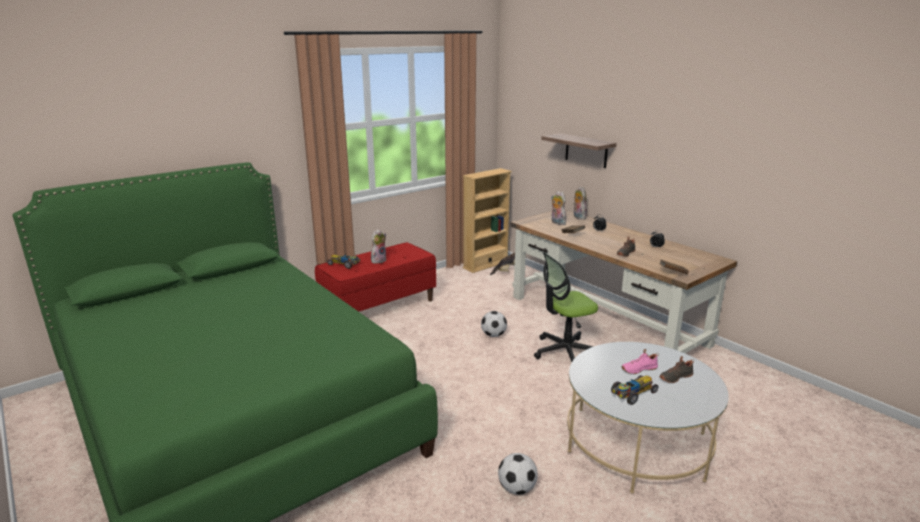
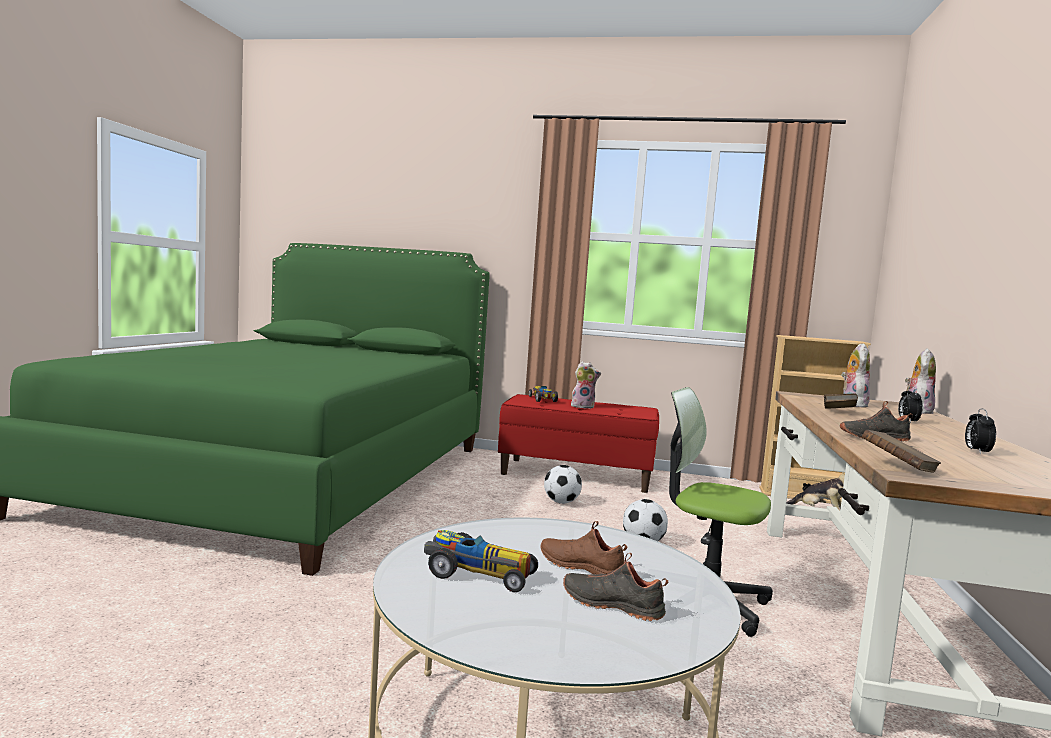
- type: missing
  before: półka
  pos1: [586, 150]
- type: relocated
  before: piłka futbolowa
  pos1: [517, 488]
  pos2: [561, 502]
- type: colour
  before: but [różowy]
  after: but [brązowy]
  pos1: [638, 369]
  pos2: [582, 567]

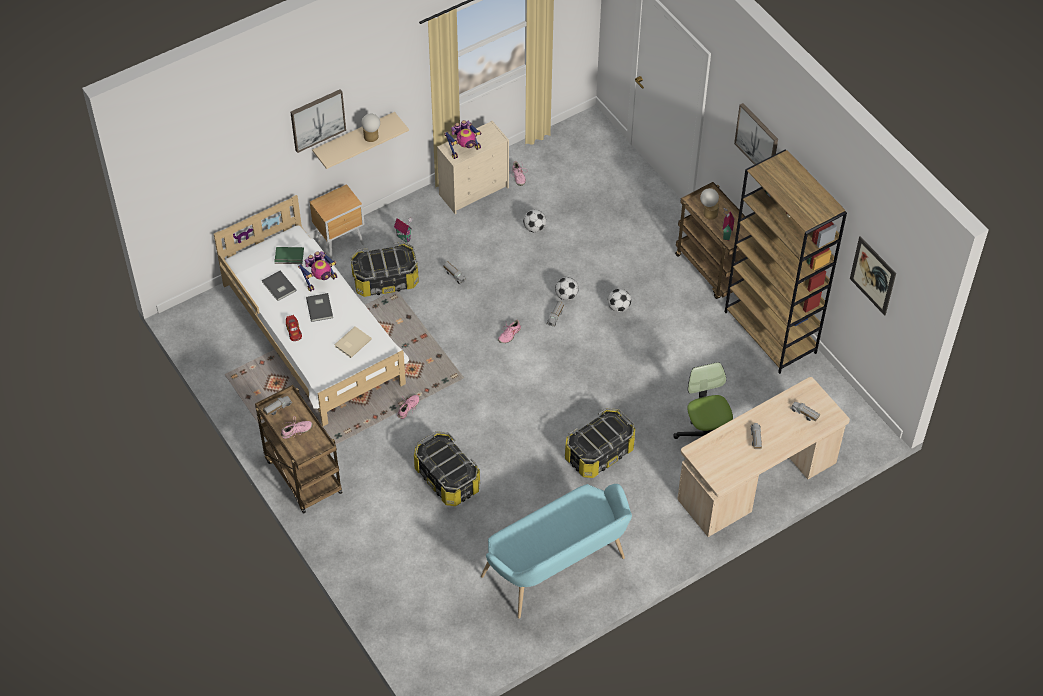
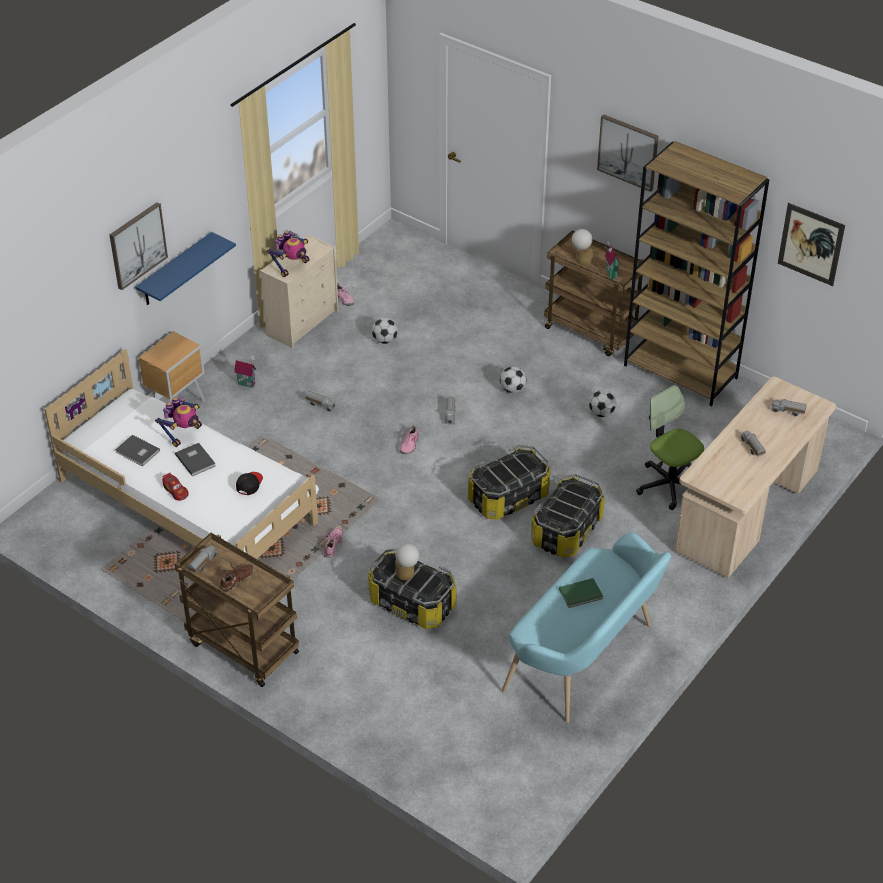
- type: relocated
  before: książka [zielony]
  pos1: [289, 257]
  pos2: [581, 595]
- type: relocated
  before: pojemnik do przechowywania
  pos1: [385, 280]
  pos2: [508, 497]
- type: relocated
  before: lampa stołowa
  pos1: [371, 138]
  pos2: [406, 575]
- type: relocated
  before: piłka futbolowa
  pos1: [566, 295]
  pos2: [601, 413]
- type: exchanged
  before: książka [beżowy]
  after: czapka z daszkiem [czarny]
  pos1: [352, 343]
  pos2: [249, 484]
- type: colour
  before: but [różowy]
  after: but [brązowy]
  pos1: [296, 431]
  pos2: [237, 580]
- type: colour
  before: półka [beżowy]
  after: półka [niebieski]
  pos1: [354, 139]
  pos2: [175, 270]

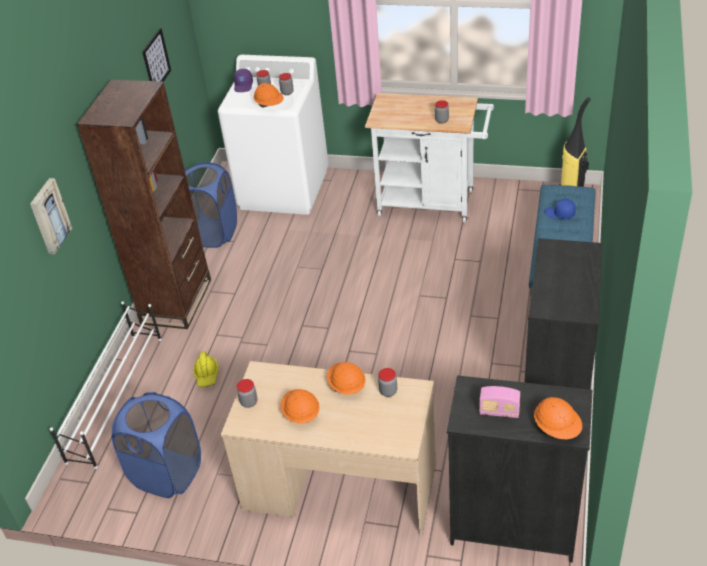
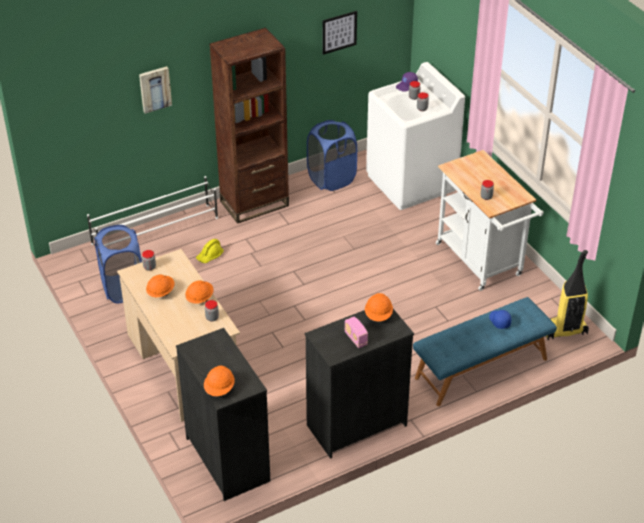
- type: relocated
  before: kask [pomarańczowy]
  pos1: [269, 105]
  pos2: [378, 315]
- type: relocated
  before: radio
  pos1: [499, 411]
  pos2: [355, 339]

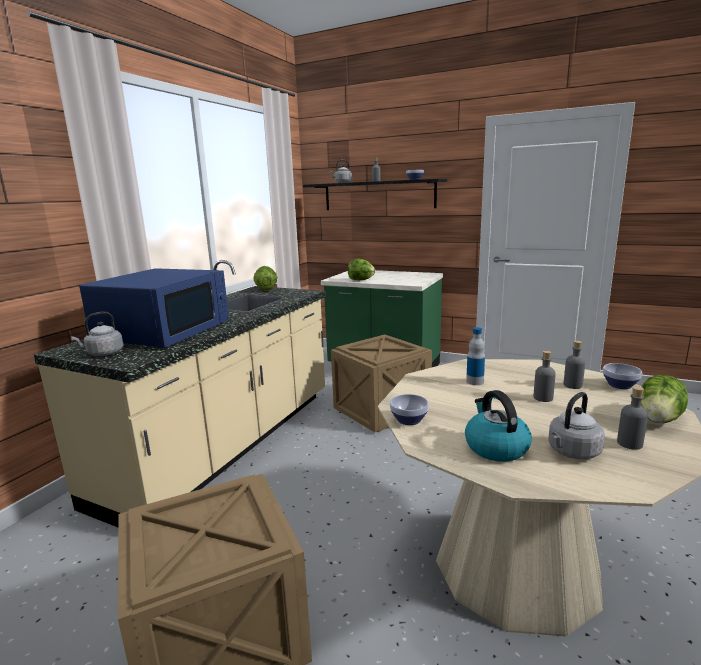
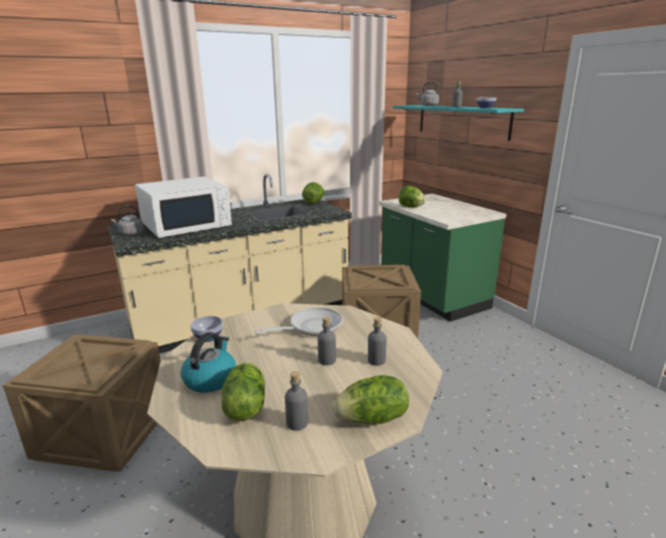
- type: missing
  before: miska
  pos1: [621, 385]
- type: exchanged
  before: butelka
  after: patelnia
  pos1: [475, 381]
  pos2: [311, 327]
- type: exchanged
  before: czajnik [szary]
  after: sałata
  pos1: [572, 452]
  pos2: [244, 407]
- type: colour
  before: mikrofalówka [niebieski]
  after: mikrofalówka [biały]
  pos1: [165, 331]
  pos2: [187, 225]
- type: colour
  before: półka [czarny]
  after: półka [turkusowy]
  pos1: [378, 195]
  pos2: [461, 121]

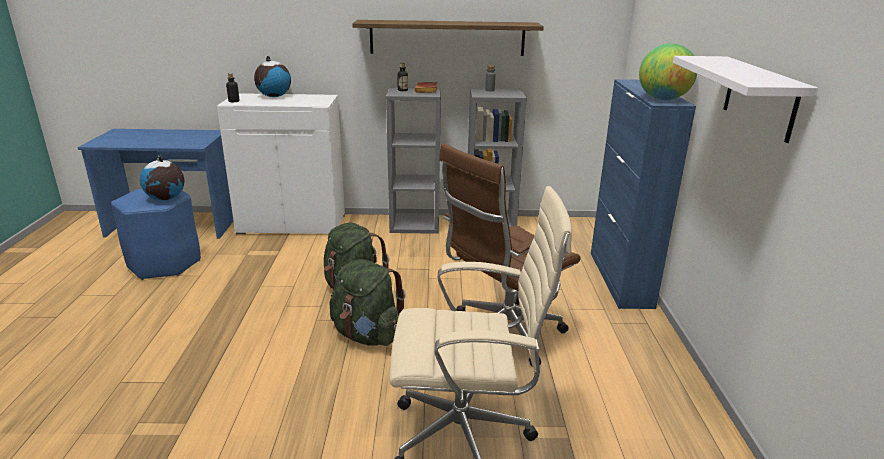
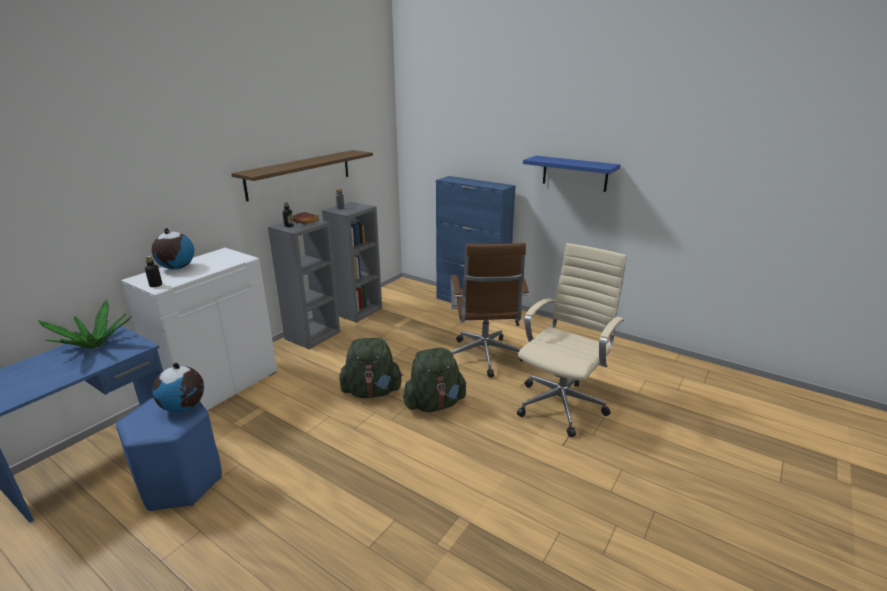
- type: missing
  before: globus
  pos1: [663, 99]
- type: appeared
  after: roślina doniczkowa
  pos2: [93, 345]
- type: colour
  before: półka [biały]
  after: półka [niebieski]
  pos1: [760, 97]
  pos2: [575, 173]

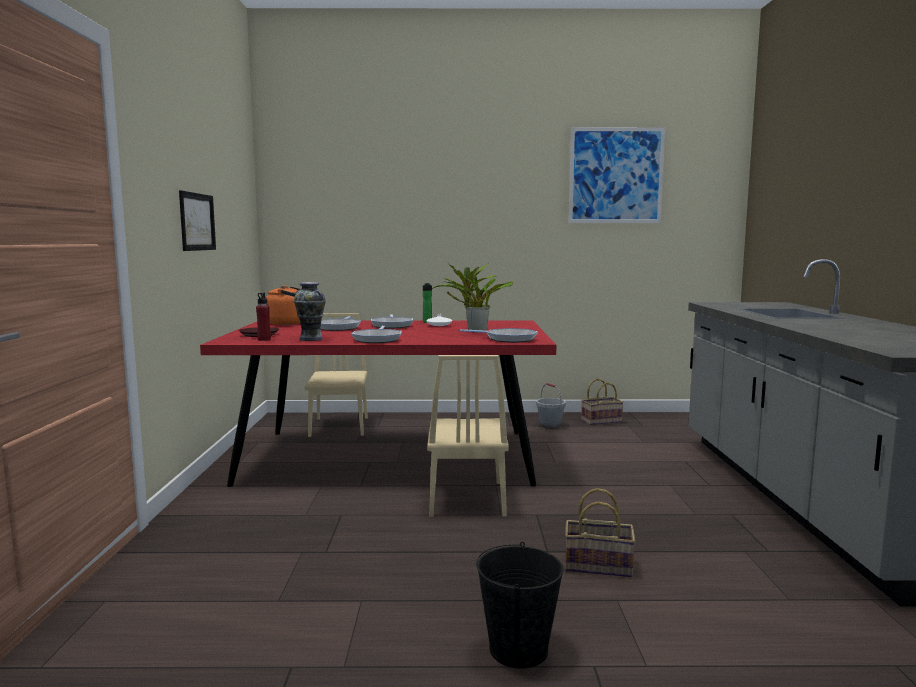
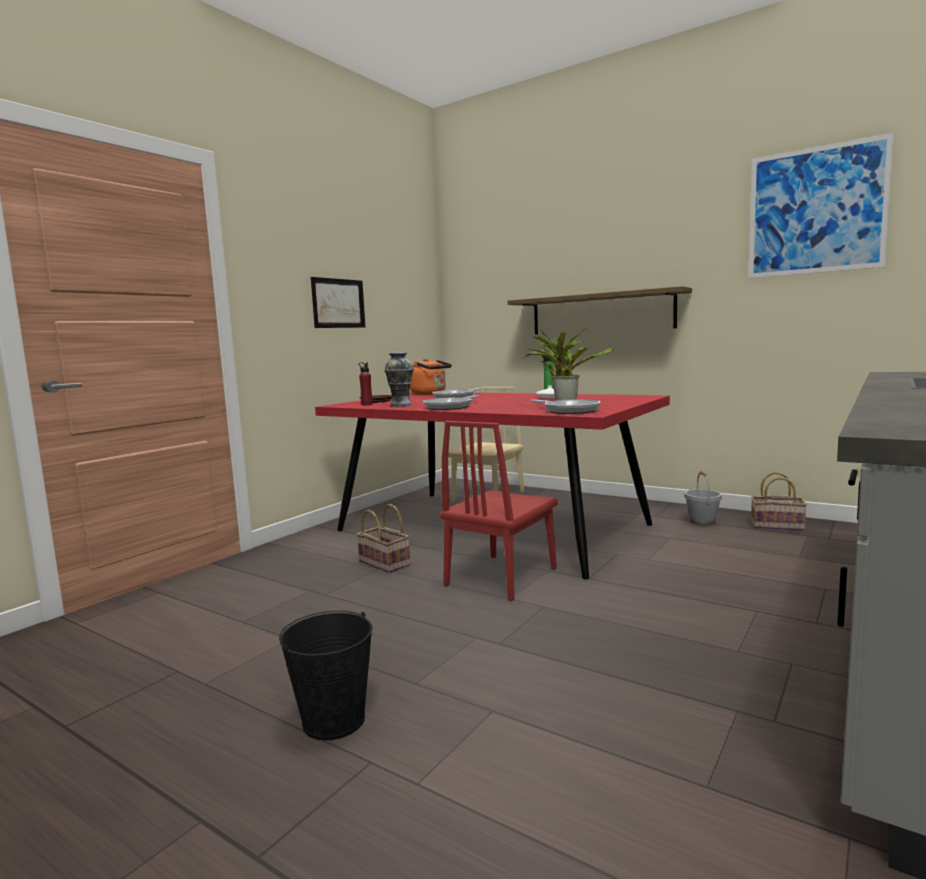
- type: missing
  before: patelnia
  pos1: [392, 325]
- type: appeared
  after: półka
  pos2: [601, 313]
- type: relocated
  before: koszyk
  pos1: [600, 565]
  pos2: [386, 563]
- type: colour
  before: krzesło [beżowy]
  after: krzesło [czerwony]
  pos1: [466, 498]
  pos2: [501, 576]

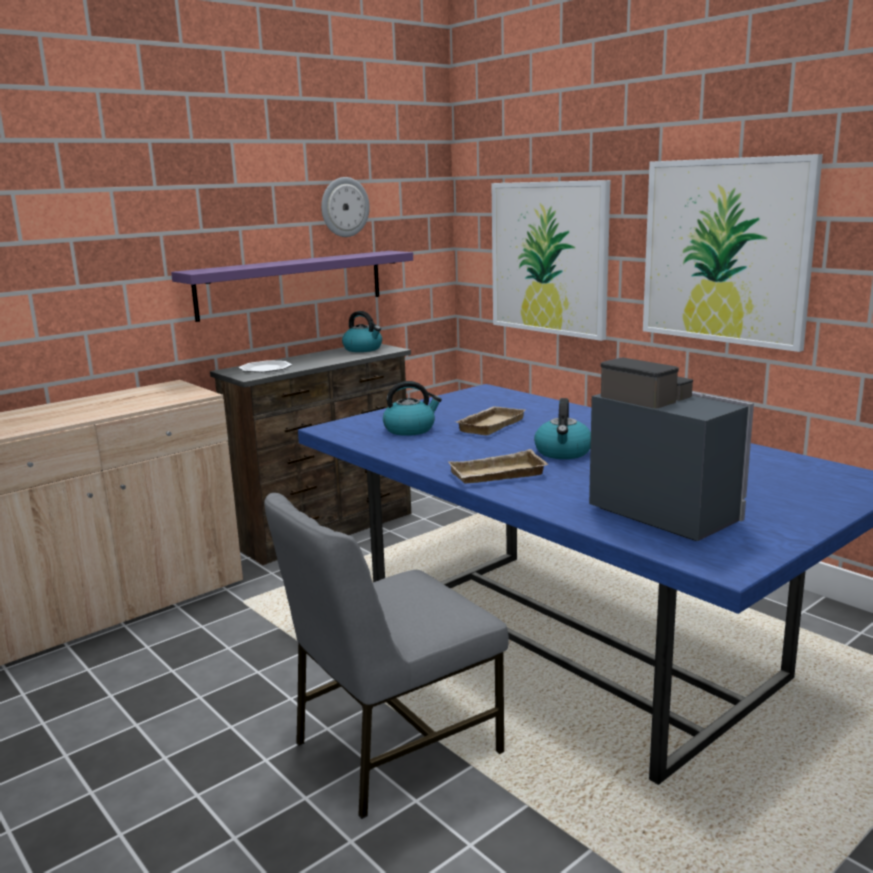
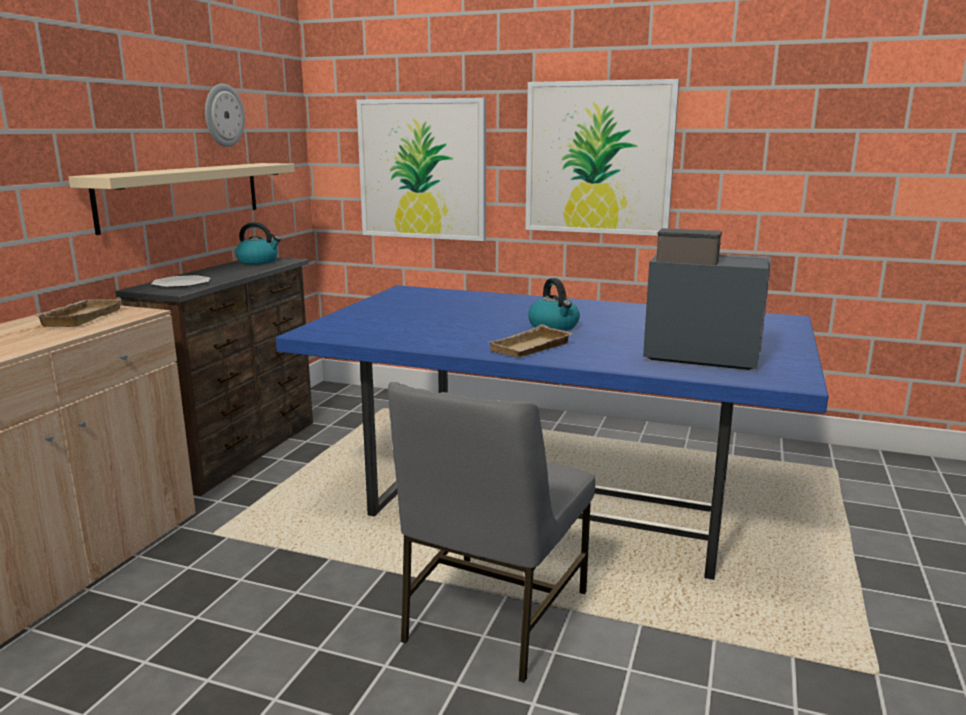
- type: missing
  before: czajnik
  pos1: [410, 429]
- type: relocated
  before: taca [beżowy]
  pos1: [489, 425]
  pos2: [80, 317]
- type: colour
  before: półka [fioletowy]
  after: półka [beżowy]
  pos1: [292, 284]
  pos2: [183, 194]

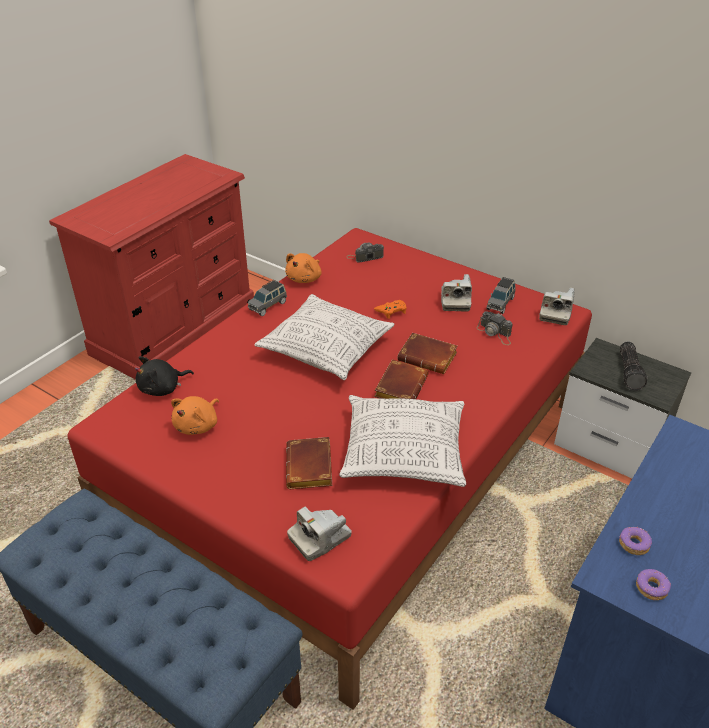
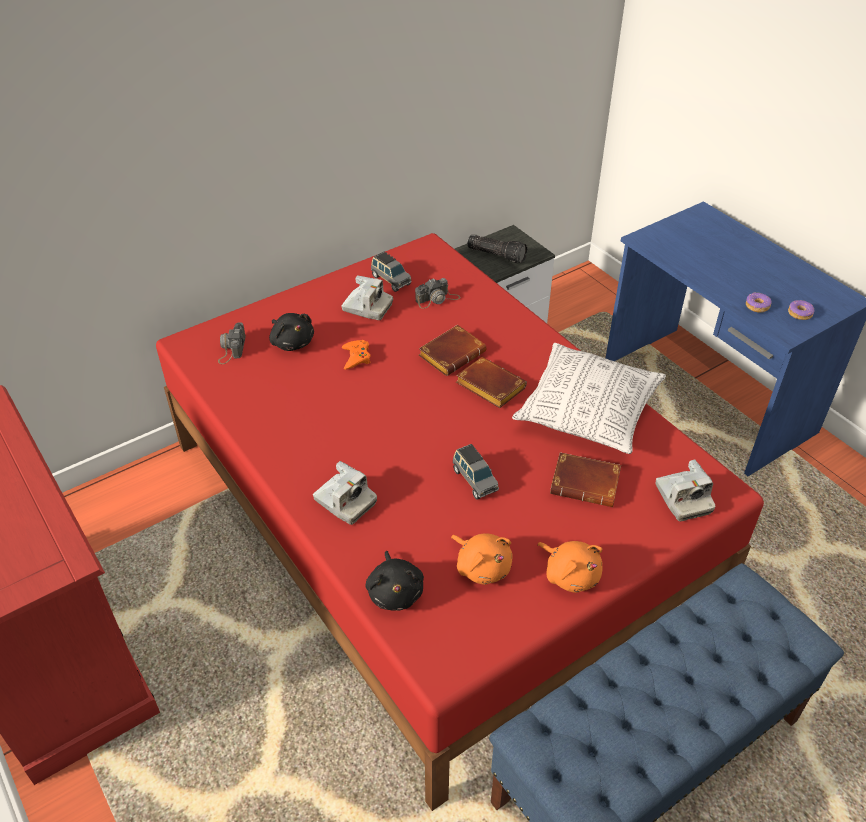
- type: missing
  before: poduszka
  pos1: [327, 349]
- type: appeared
  after: pluszak [czarny]
  pos2: [292, 342]
- type: relocated
  before: samochodzik [szary]
  pos1: [268, 306]
  pos2: [474, 480]
- type: relocated
  before: pluszak [pomarańczowy]
  pos1: [305, 278]
  pos2: [570, 574]
- type: relocated
  before: aparat fotograficzny
  pos1: [555, 313]
  pos2: [345, 502]

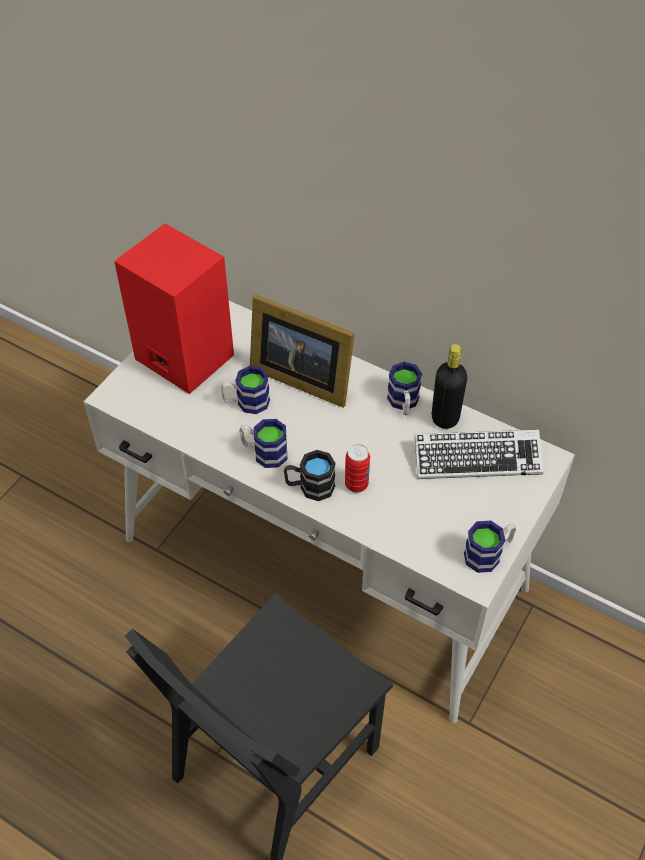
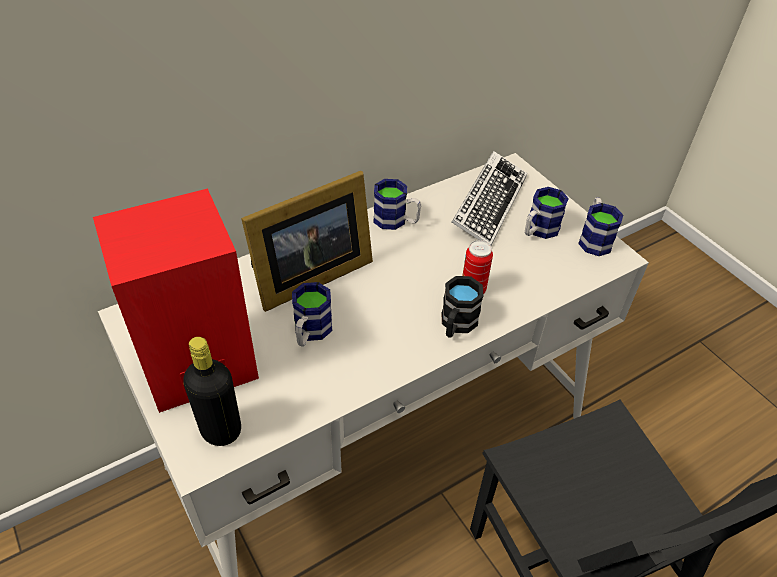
- type: relocated
  before: kubek
  pos1: [264, 453]
  pos2: [538, 230]
- type: relocated
  before: butelka [czarny]
  pos1: [445, 418]
  pos2: [221, 430]

